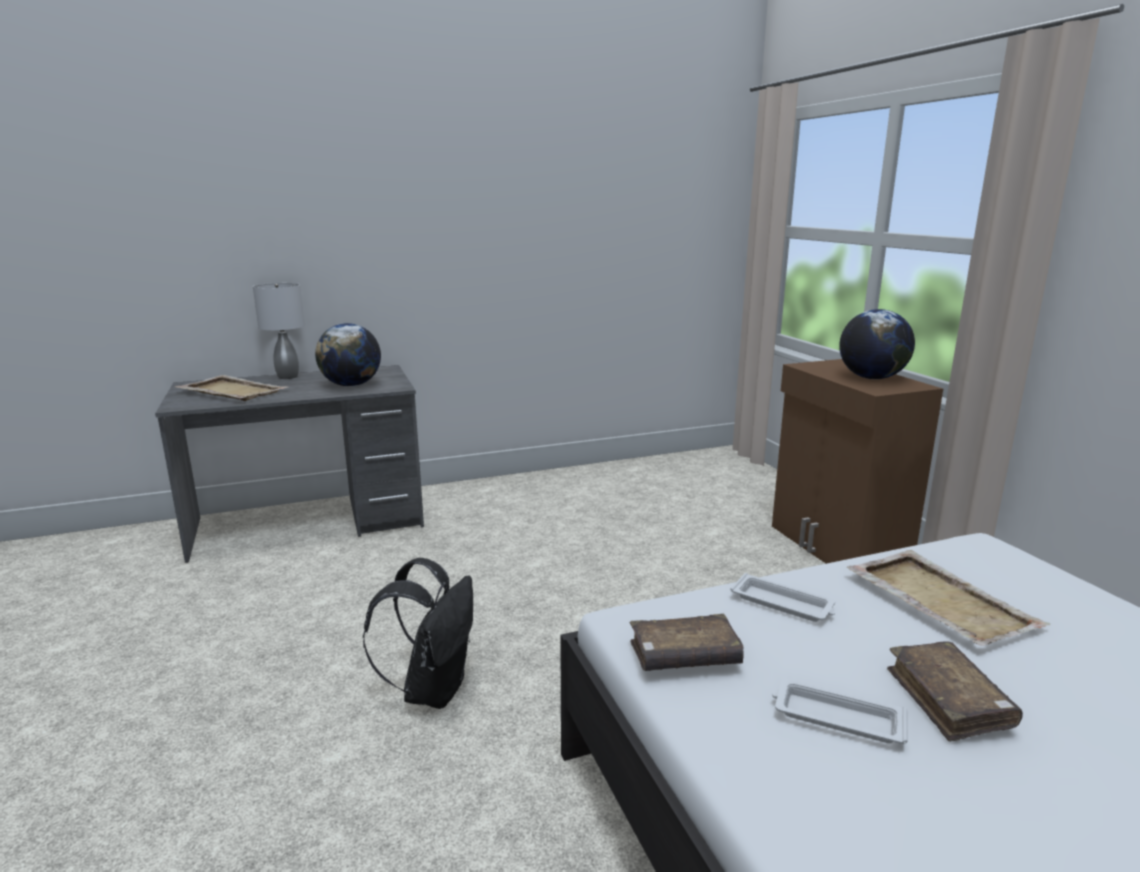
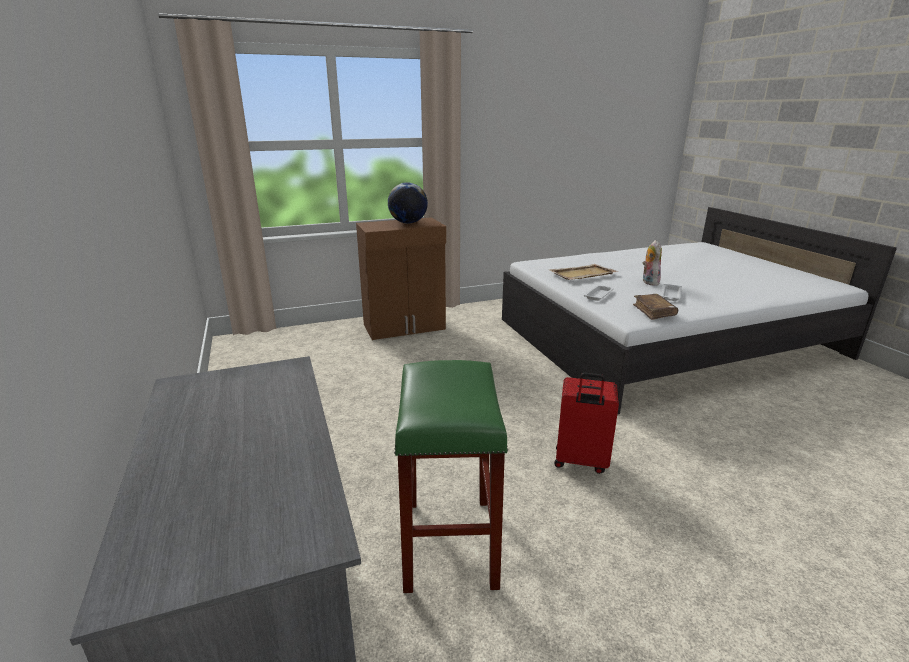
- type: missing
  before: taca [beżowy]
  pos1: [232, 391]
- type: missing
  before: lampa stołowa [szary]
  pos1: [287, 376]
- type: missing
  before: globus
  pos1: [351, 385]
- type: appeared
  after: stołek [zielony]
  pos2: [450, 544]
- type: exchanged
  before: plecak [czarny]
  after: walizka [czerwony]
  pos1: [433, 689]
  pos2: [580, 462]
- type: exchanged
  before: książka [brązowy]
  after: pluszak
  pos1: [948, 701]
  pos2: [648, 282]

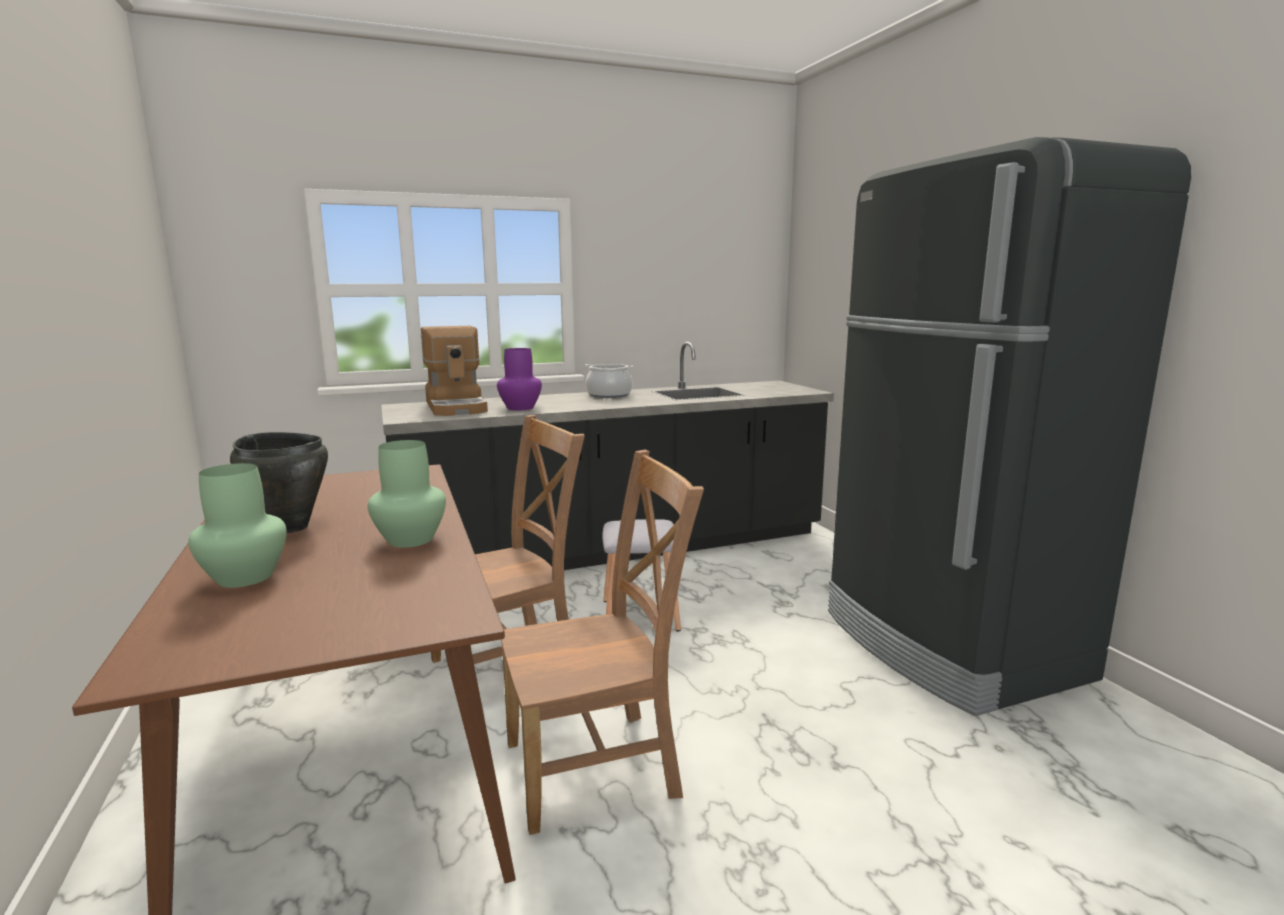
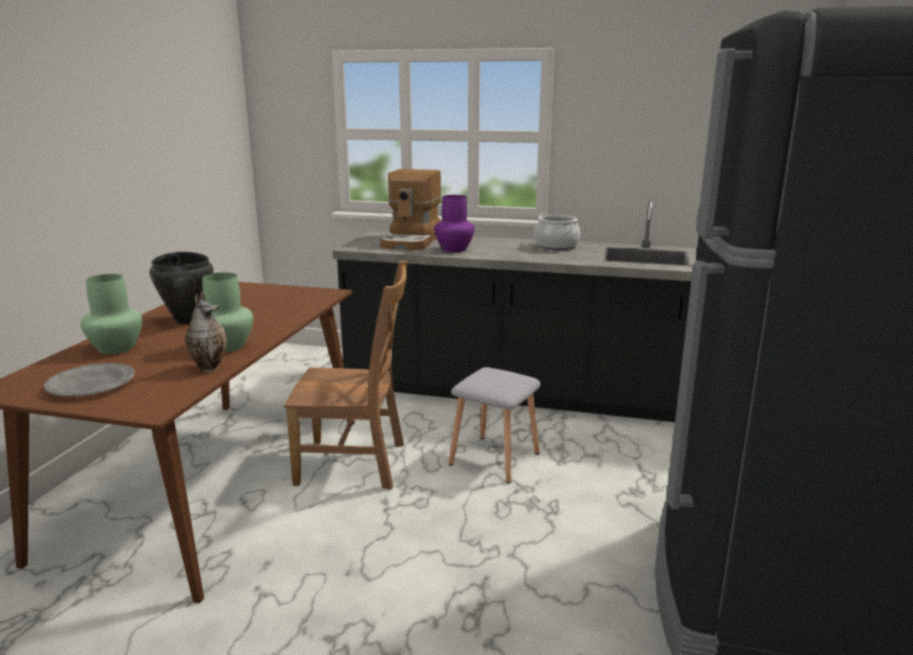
- type: missing
  before: krzesło [brązowy]
  pos1: [599, 767]
- type: appeared
  after: talerz [szary]
  pos2: [92, 385]
- type: appeared
  after: wazon
  pos2: [209, 367]

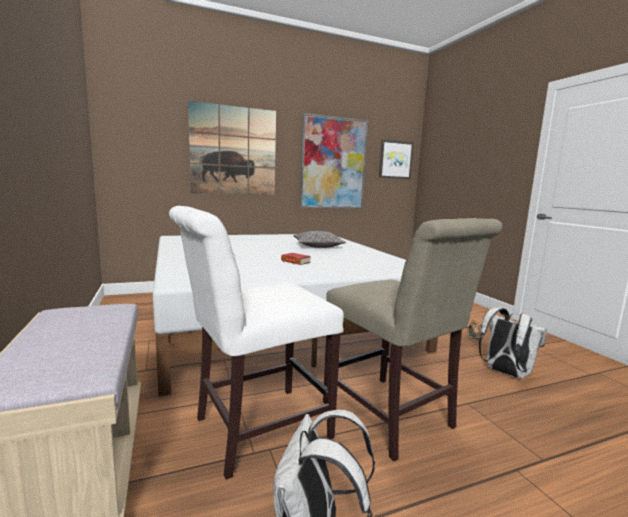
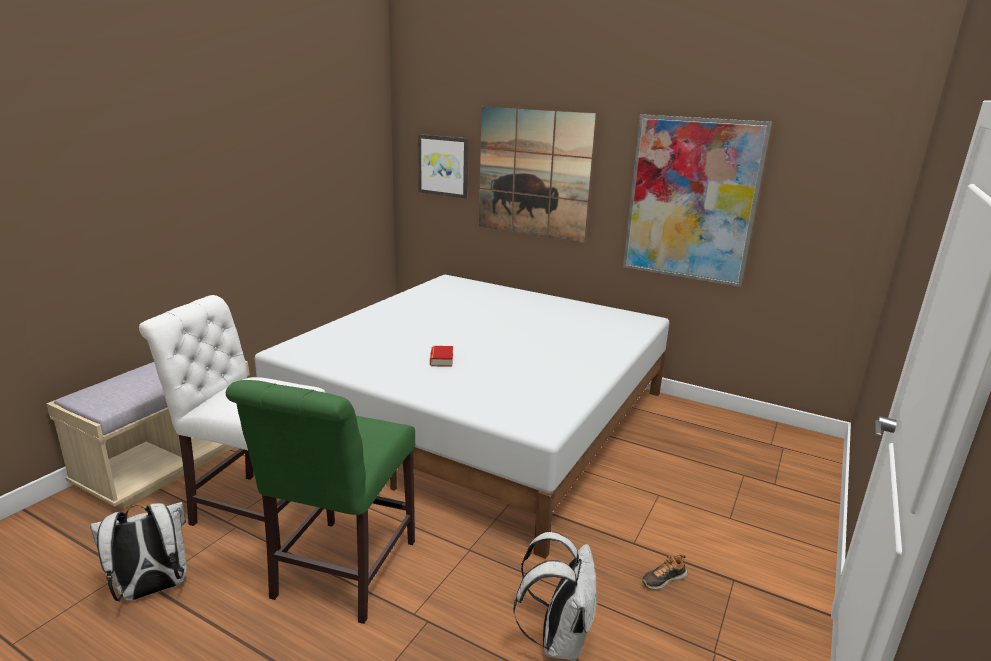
- type: missing
  before: poduszka
  pos1: [318, 246]
- type: relocated
  before: obraz
  pos1: [395, 159]
  pos2: [443, 166]
- type: colour
  before: krzesło [beżowy]
  after: krzesło [zielony]
  pos1: [391, 418]
  pos2: [340, 574]

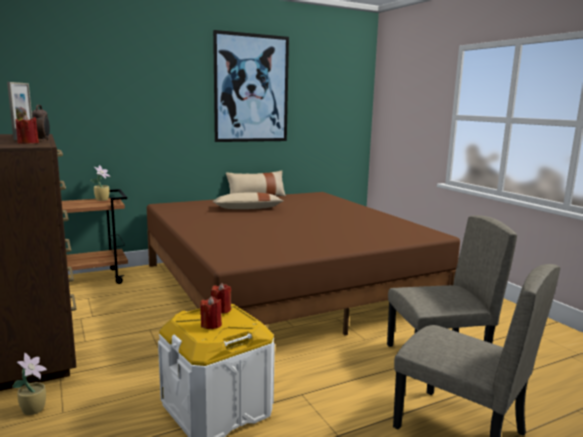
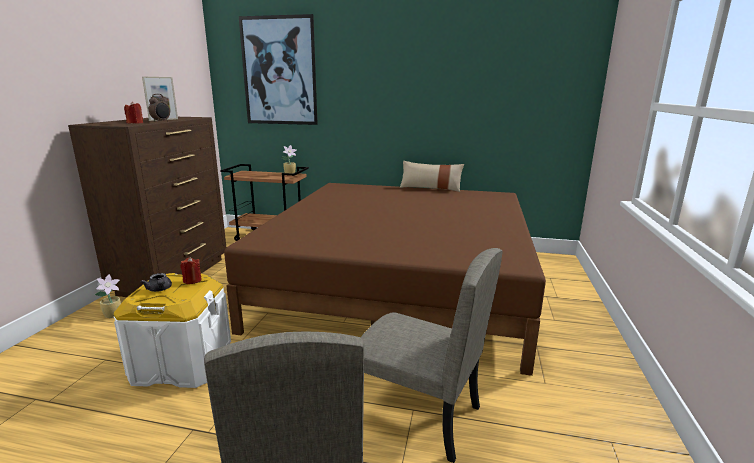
- type: missing
  before: poduszka [beżowy]
  pos1: [248, 209]
- type: relocated
  before: obraz
  pos1: [251, 88]
  pos2: [279, 71]
- type: exchanged
  before: świeca [czerwony]
  after: imbryk [szary]
  pos1: [211, 325]
  pos2: [159, 290]

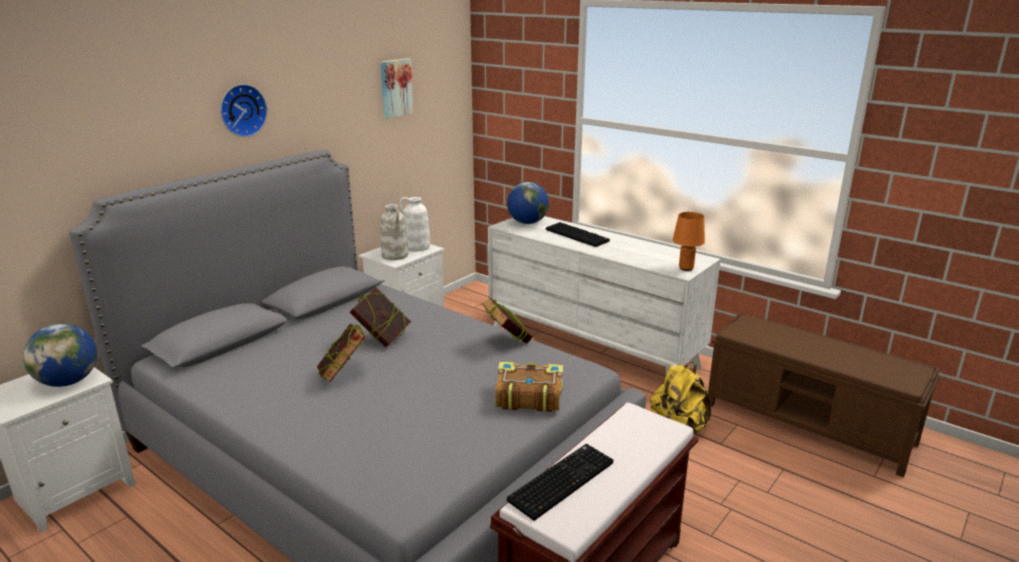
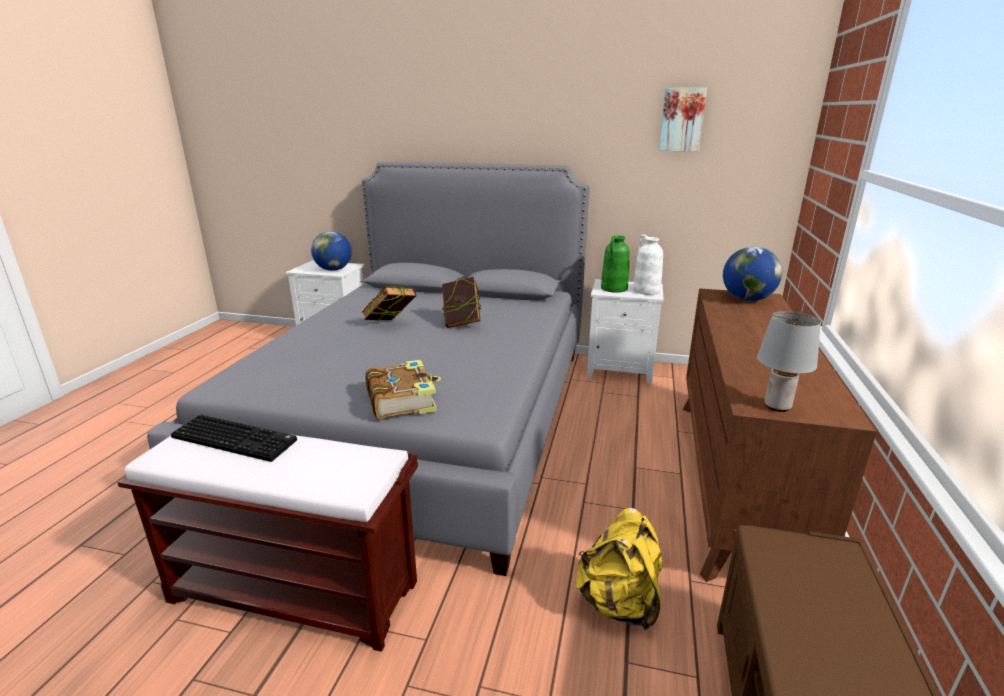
- type: missing
  before: zegar ścienny
  pos1: [241, 110]
- type: missing
  before: książka
  pos1: [507, 342]
- type: missing
  before: klawiatura
  pos1: [578, 235]
- type: colour
  before: wazon [biały]
  after: wazon [zielony]
  pos1: [395, 255]
  pos2: [614, 289]
- type: colour
  before: komoda [biały]
  after: komoda [brązowy]
  pos1: [592, 347]
  pos2: [735, 481]
- type: colour
  before: lampa stołowa [pomarańczowy]
  after: lampa stołowa [szary]
  pos1: [686, 268]
  pos2: [777, 407]

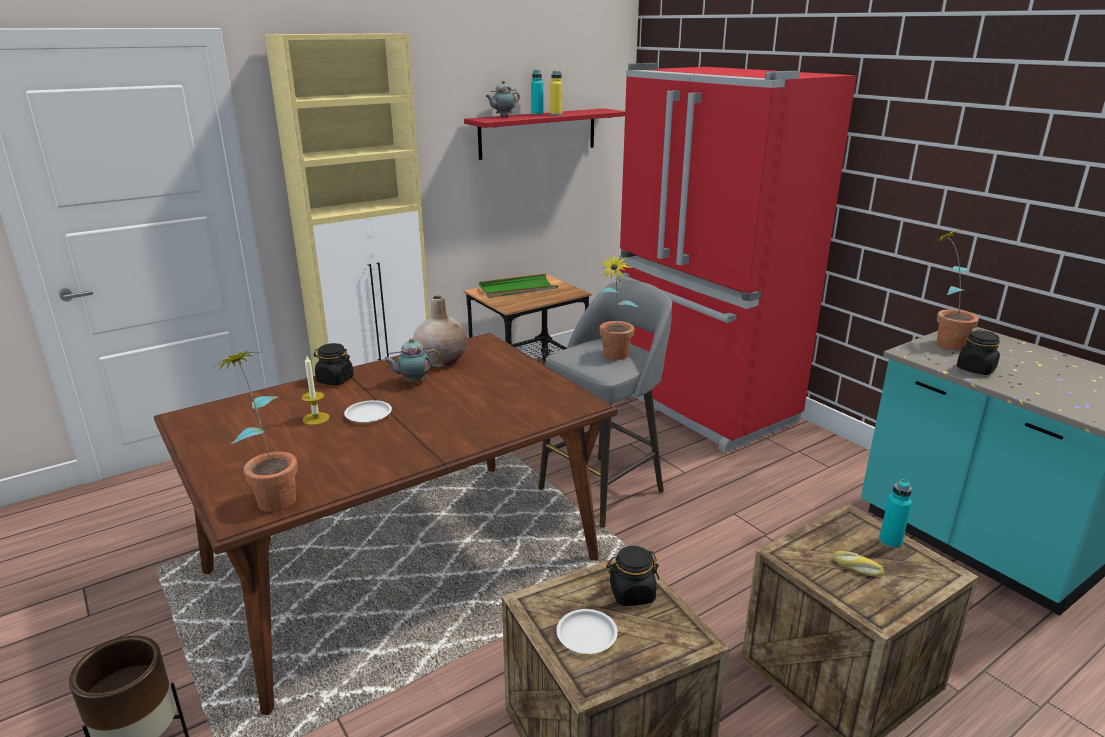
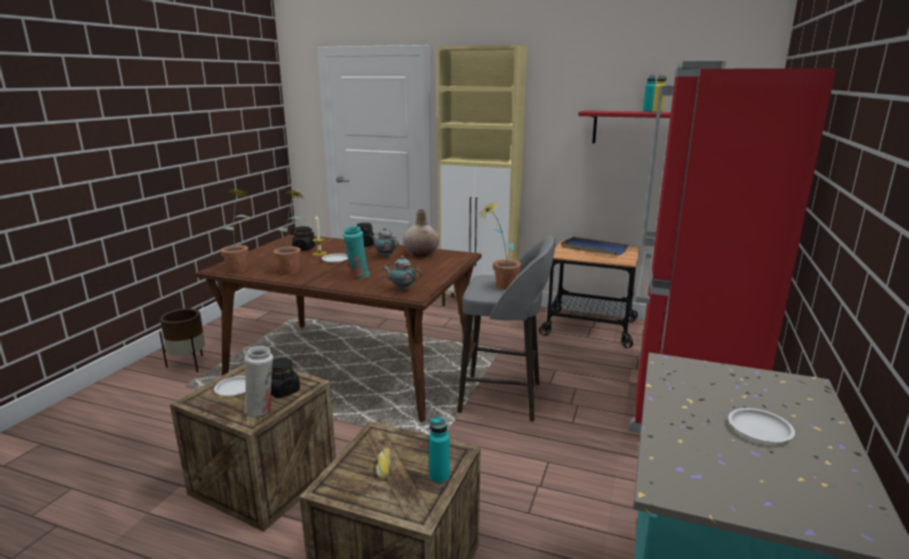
- type: appeared
  after: wazon [biały]
  pos2: [261, 411]
- type: appeared
  after: wazon [turkusowy]
  pos2: [357, 276]
- type: appeared
  after: talerz [biały]
  pos2: [759, 429]
- type: relocated
  before: imbryk
  pos1: [502, 117]
  pos2: [402, 290]
- type: relocated
  before: roślina doniczkowa
  pos1: [942, 342]
  pos2: [293, 269]
- type: relocated
  before: słoik [czarny]
  pos1: [975, 369]
  pos2: [304, 249]
- type: colour
  before: taca [zielony]
  after: taca [niebieski]
  pos1: [517, 289]
  pos2: [593, 248]

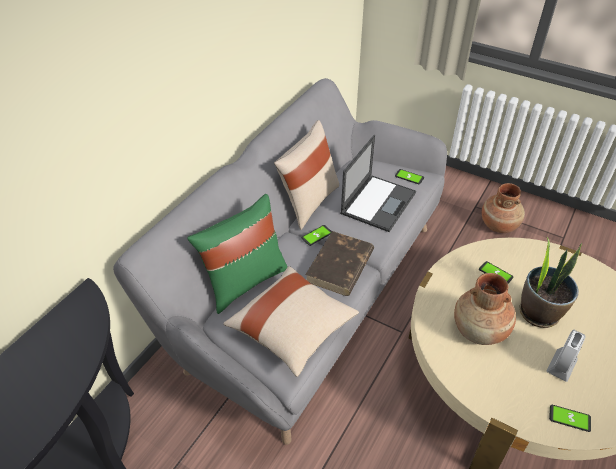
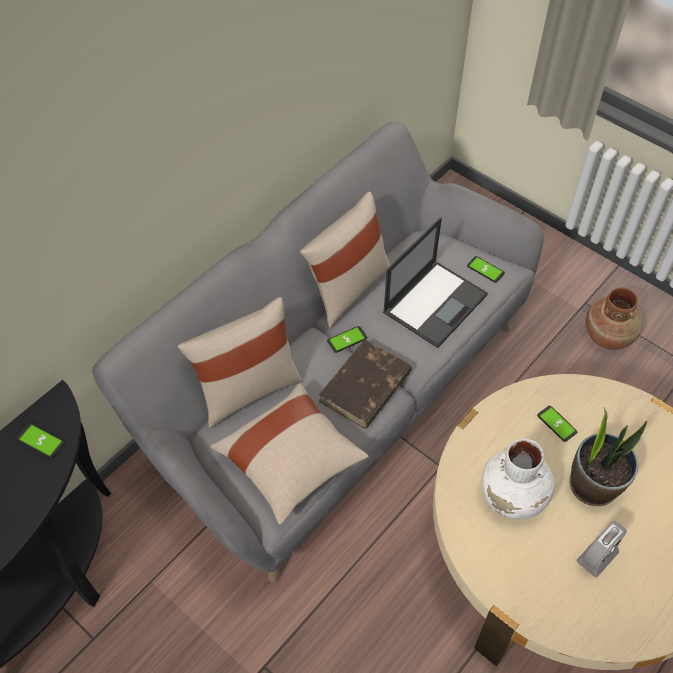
- type: relocated
  before: telefon
  pos1: [569, 418]
  pos2: [41, 441]
- type: colour
  before: poduszka [zielony]
  after: poduszka [beżowy]
  pos1: [244, 281]
  pos2: [247, 390]
- type: colour
  before: wazon [brązowy]
  after: wazon [biały]
  pos1: [480, 331]
  pos2: [513, 497]

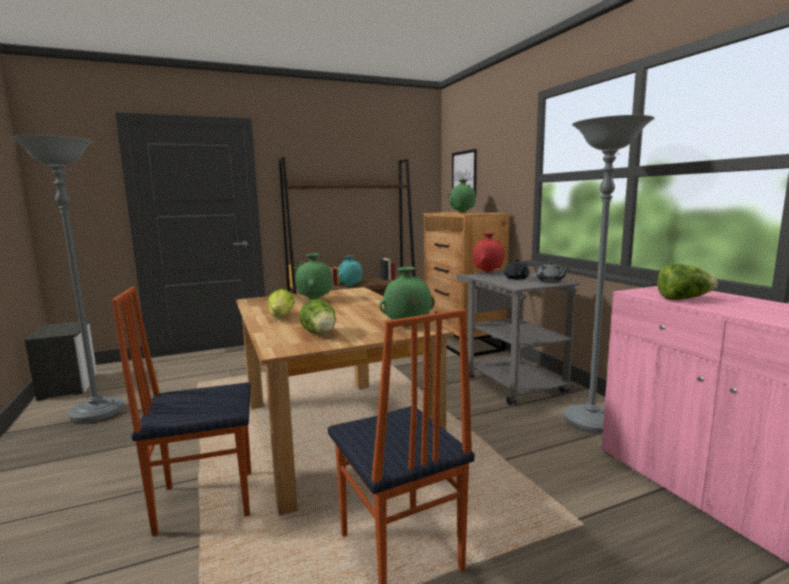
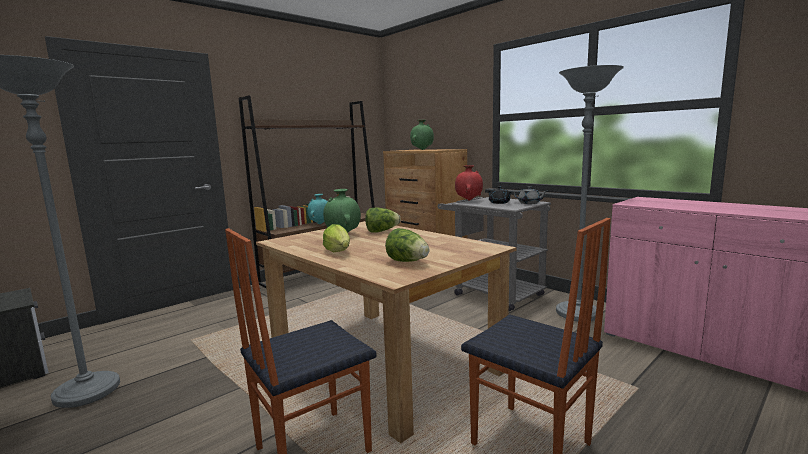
- type: missing
  before: wazon [zielony]
  pos1: [407, 326]
- type: missing
  before: obraz
  pos1: [464, 174]
- type: relocated
  before: sałata
  pos1: [683, 299]
  pos2: [381, 231]

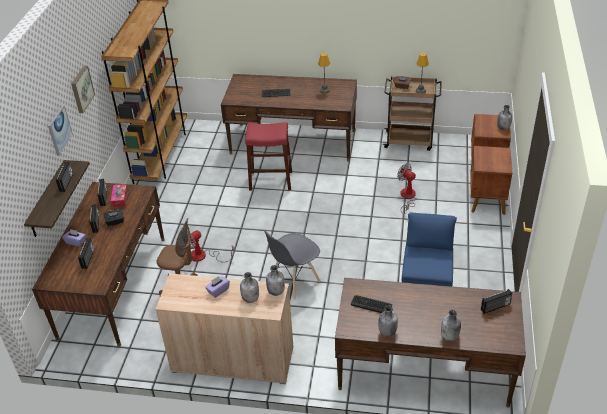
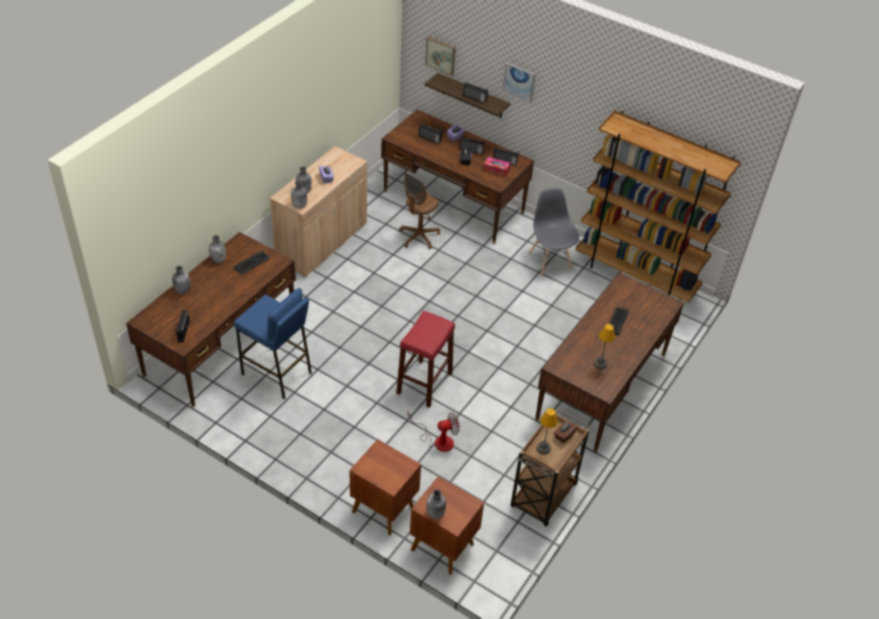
- type: missing
  before: wentylator
  pos1: [203, 256]
- type: relocated
  before: obraz
  pos1: [81, 89]
  pos2: [441, 55]
- type: relocated
  before: stołek [czerwony]
  pos1: [270, 180]
  pos2: [424, 383]
- type: relocated
  before: krzesło [szary]
  pos1: [294, 281]
  pos2: [550, 261]

